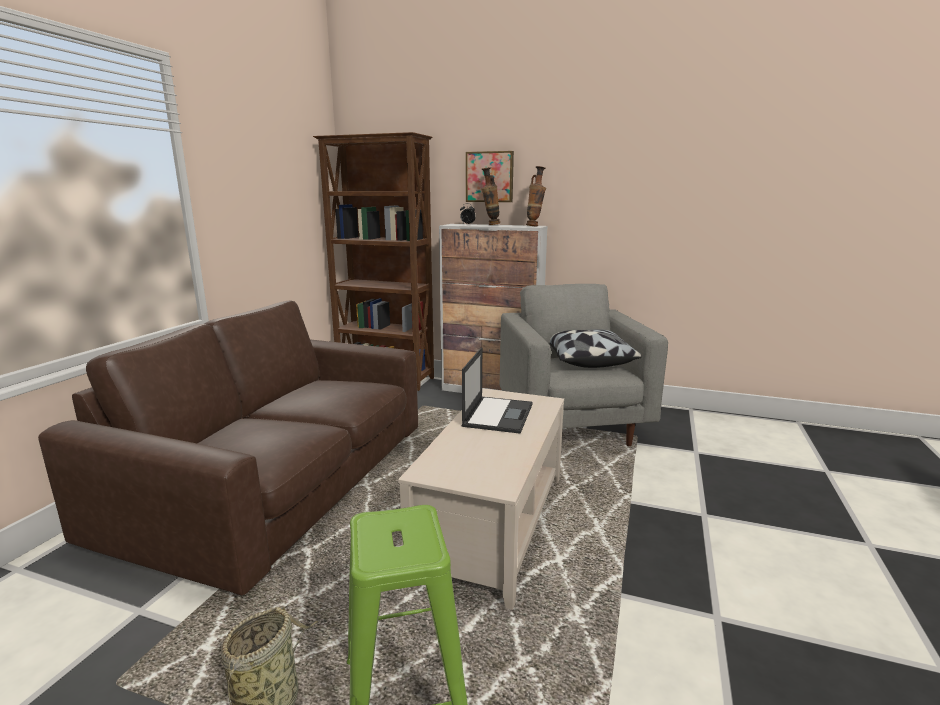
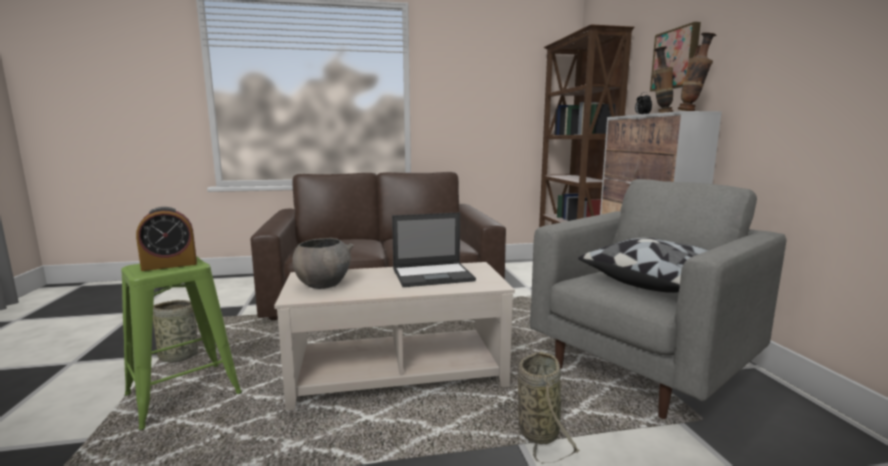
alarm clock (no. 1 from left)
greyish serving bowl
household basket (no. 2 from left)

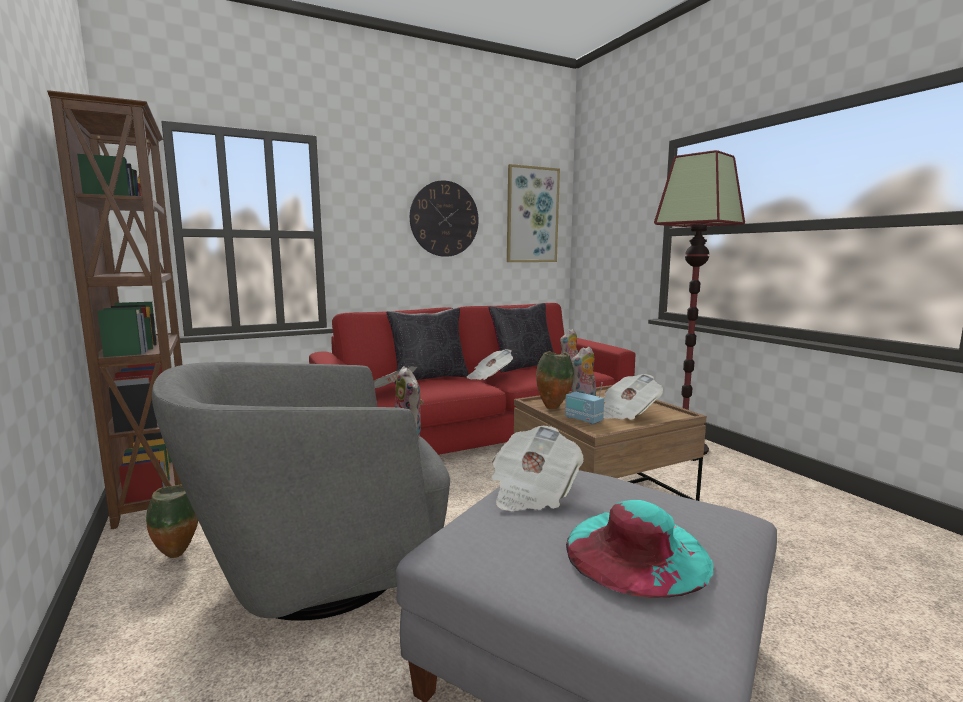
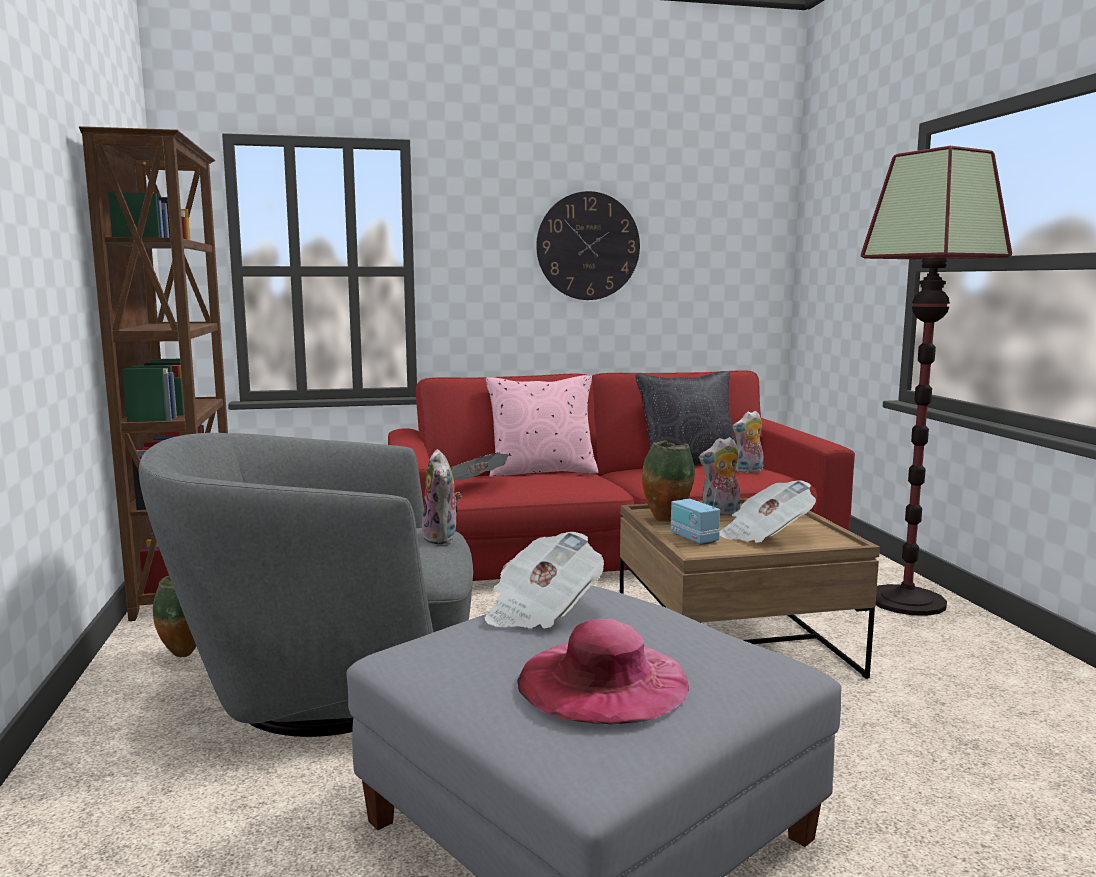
pink pillow
daily paper (no. 2 from left in the first image)
wall picture
pink wearable hat

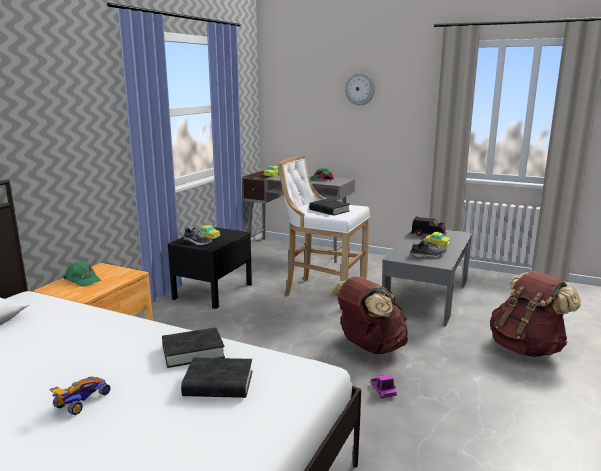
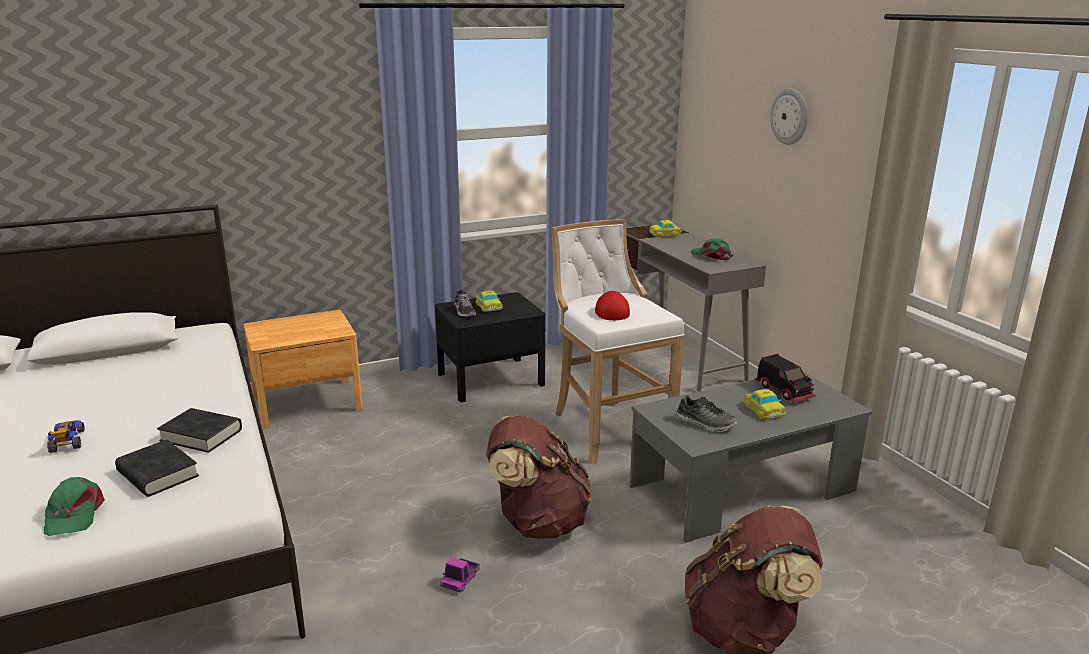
miniature car (no. 1 from left)
green peaked cap (no. 1 from left)
reddish peaked cap

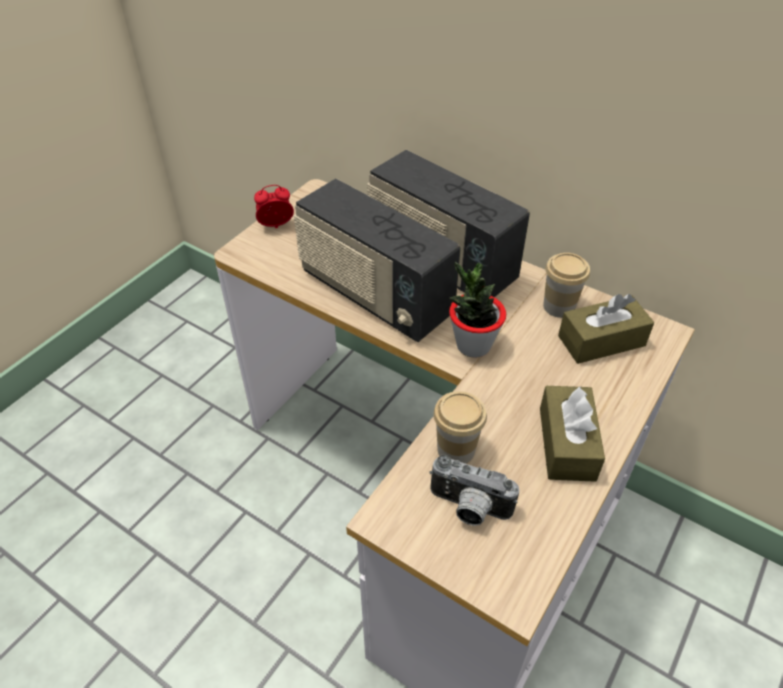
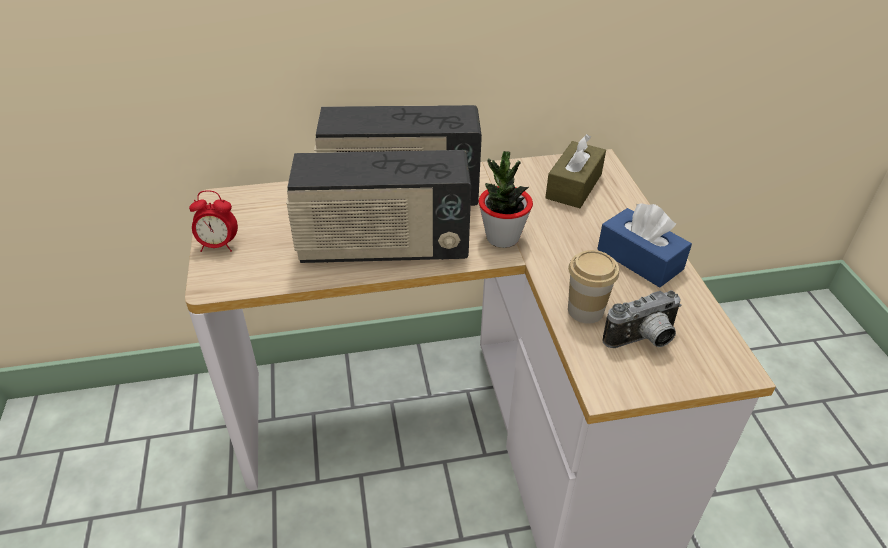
alarm clock
blue-coloured tissue box
drinking cup (no. 2 from left in the first image)

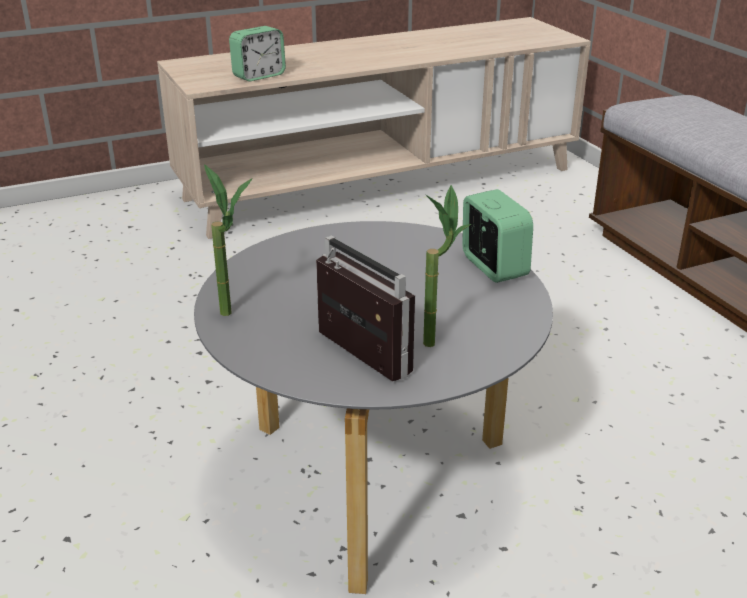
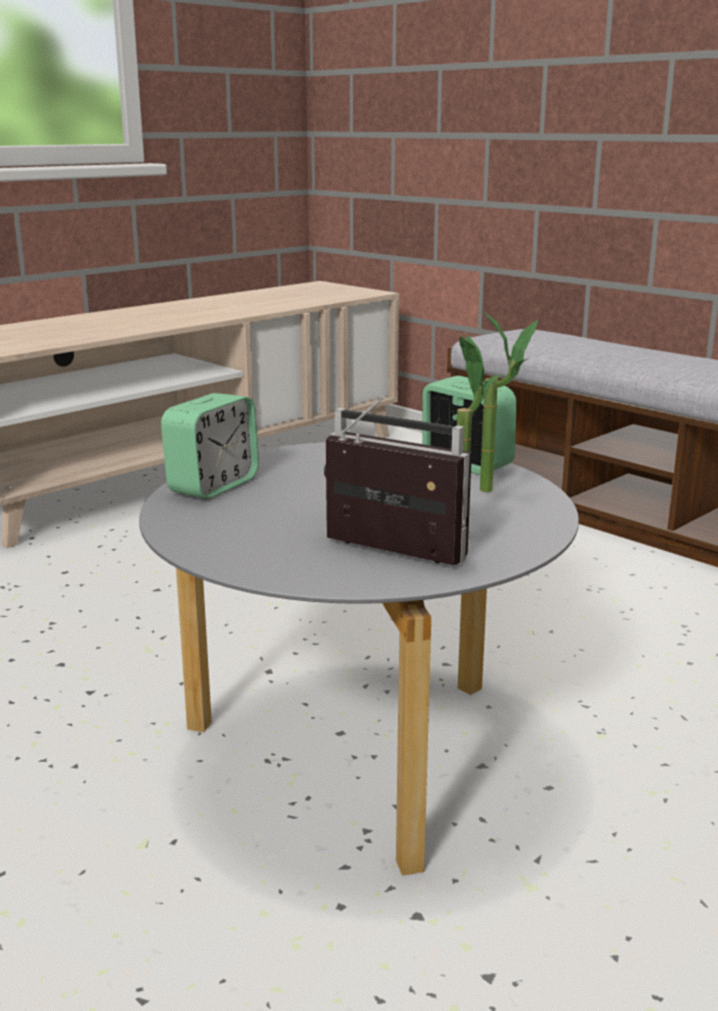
plant in a pot (no. 2 from left)
alarm clock (no. 1 from left)

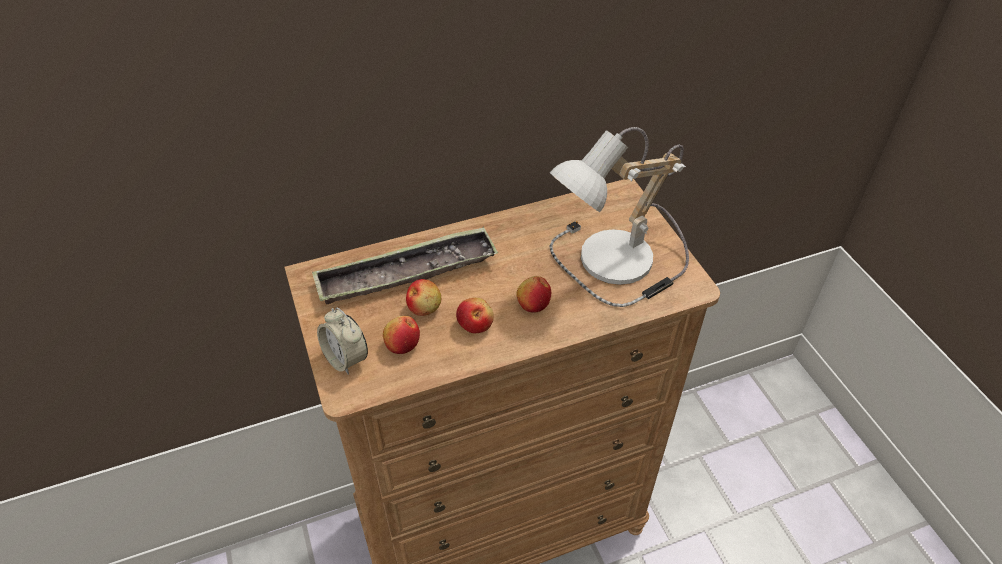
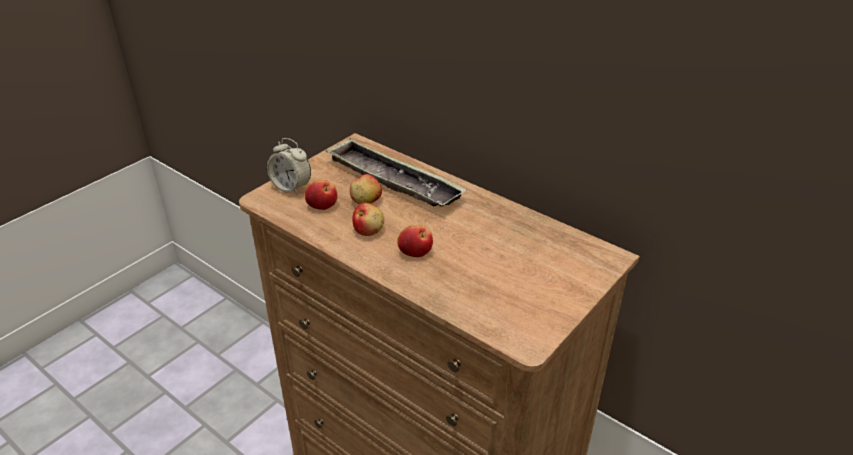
alarm clock
lamp for a table

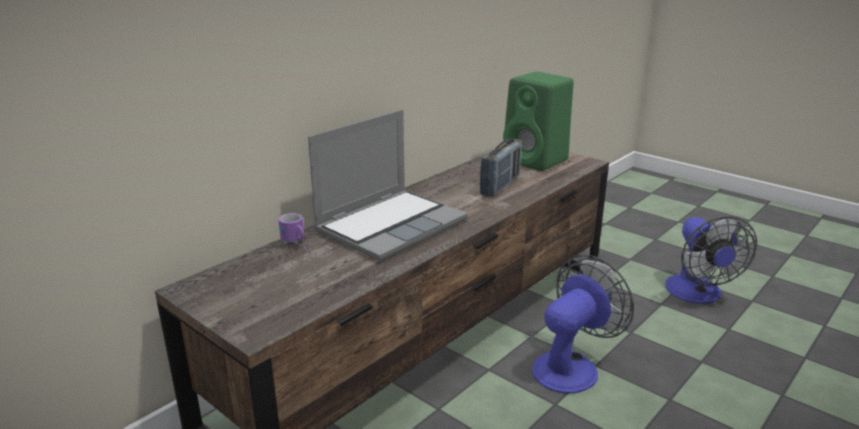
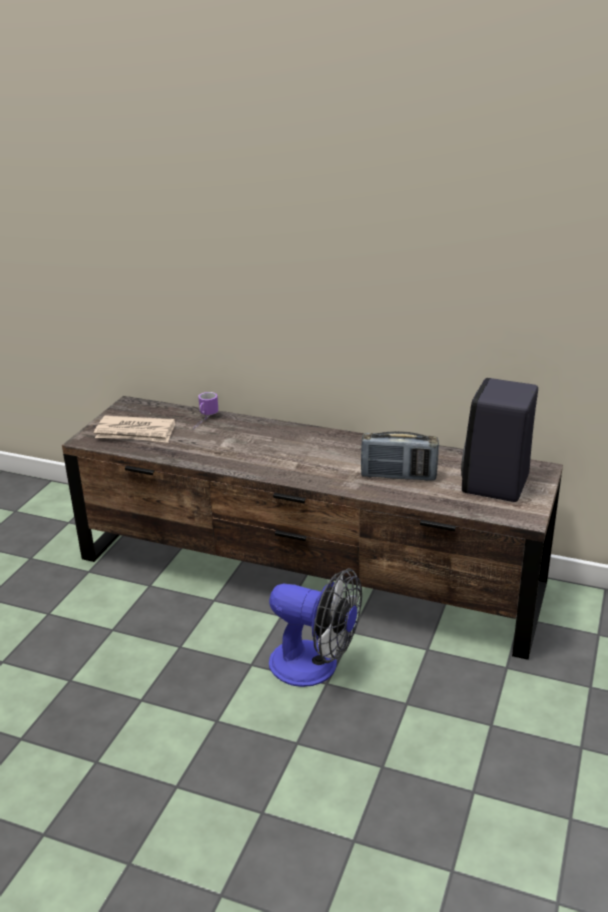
notebook computer
black loudspeaker
fan (no. 2 from left in the first image)
daily paper

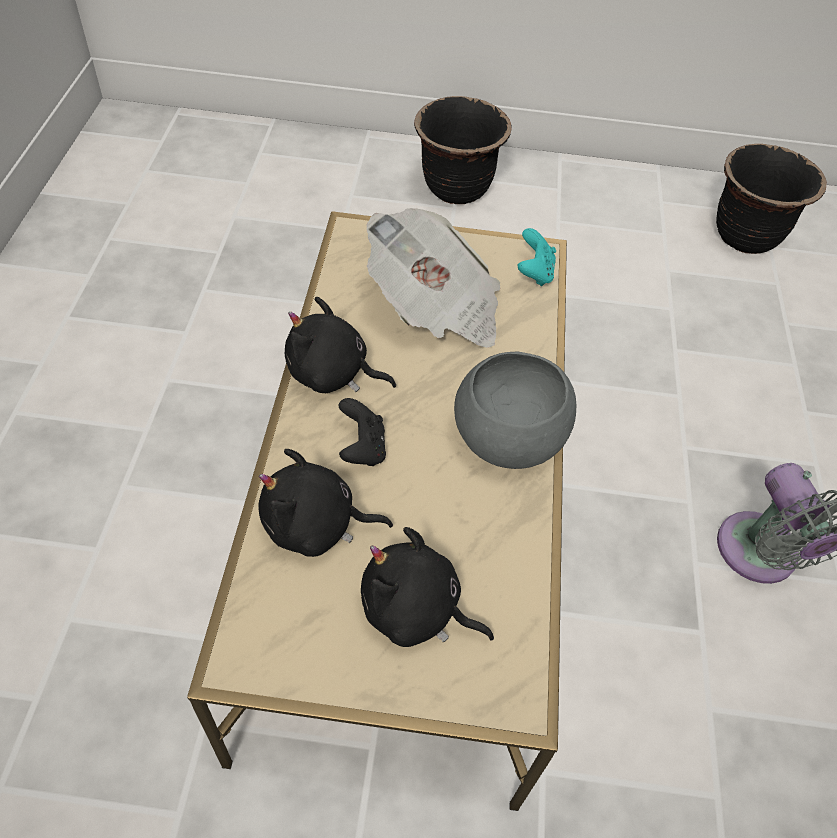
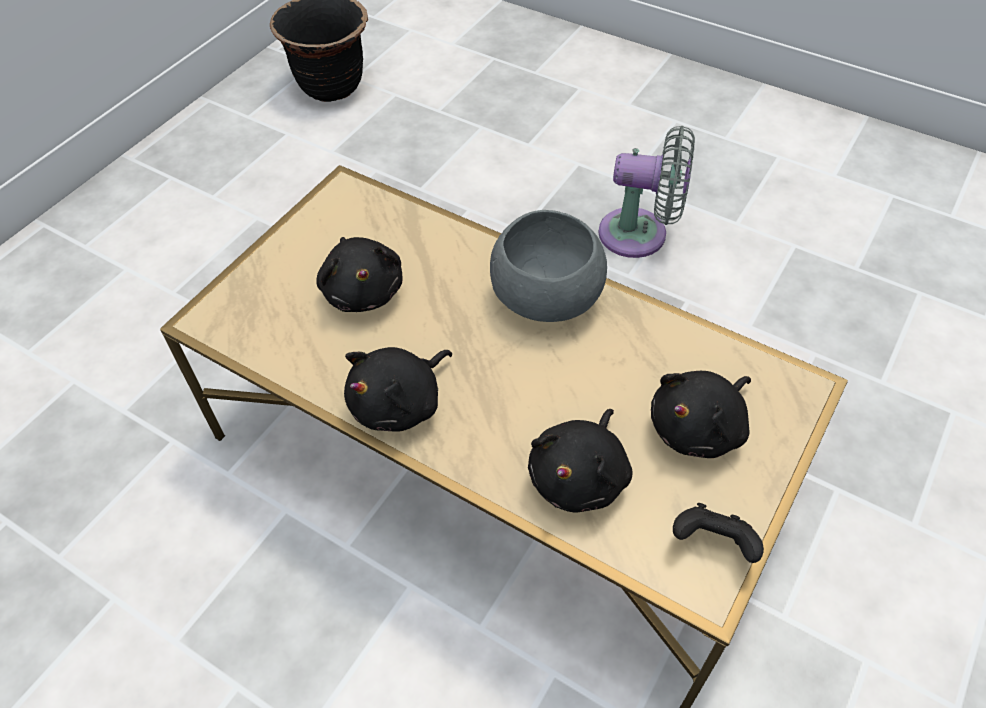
black game controller
black plush toy (no. 1 from left)
black flower pot (no. 1 from left in the first image)
blue-green game controller

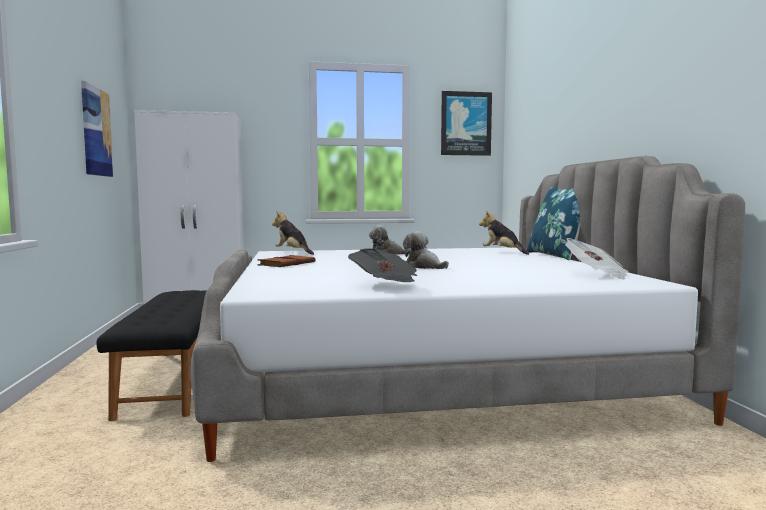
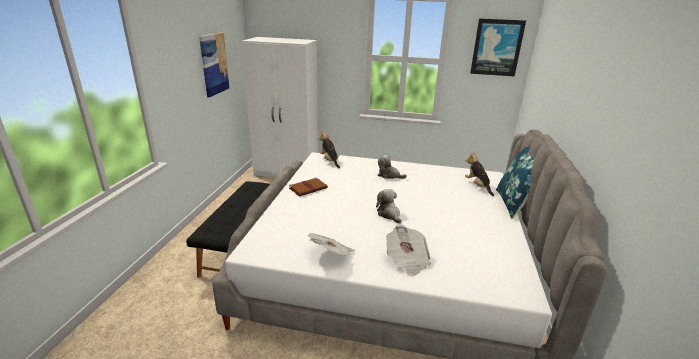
daily paper (no. 2 from left)

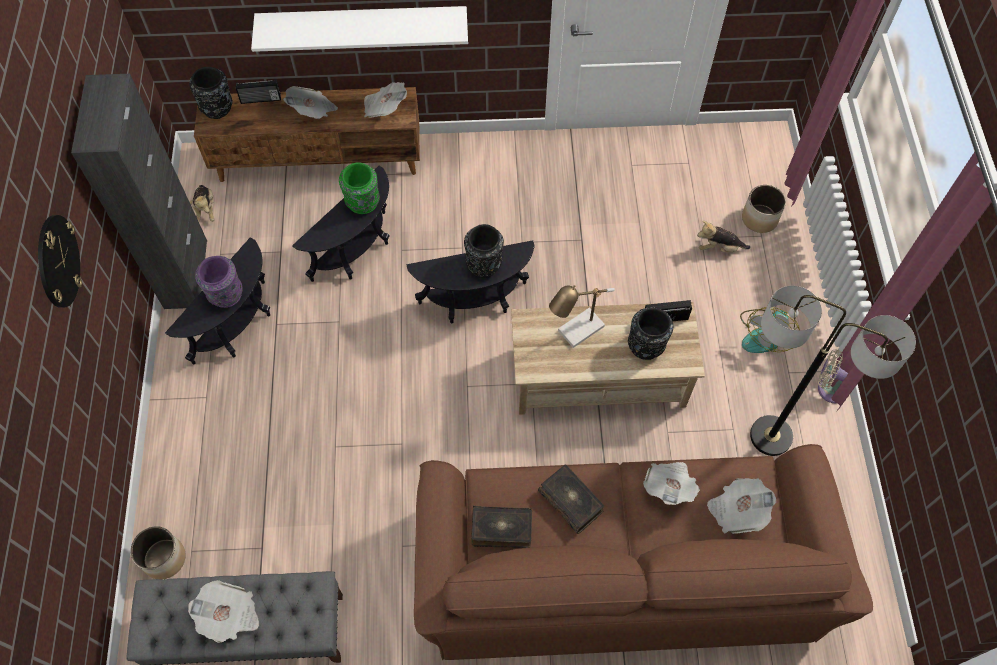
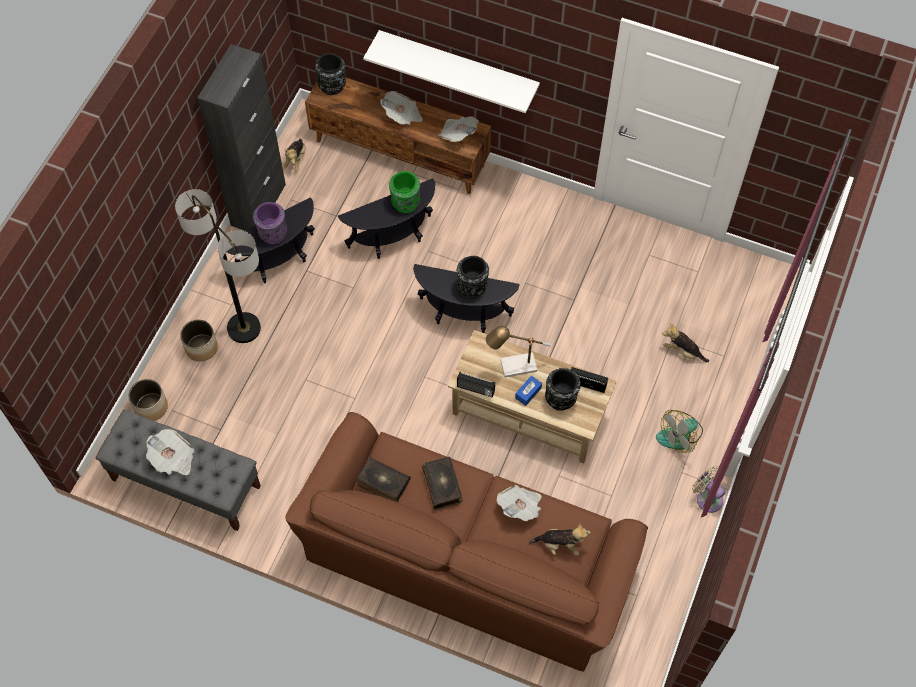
clock on the wall
radio (no. 1 from left)
plush toy (no. 2 from left)
flower pot (no. 2 from left)
floor lamp
blue-coloured tissue box

